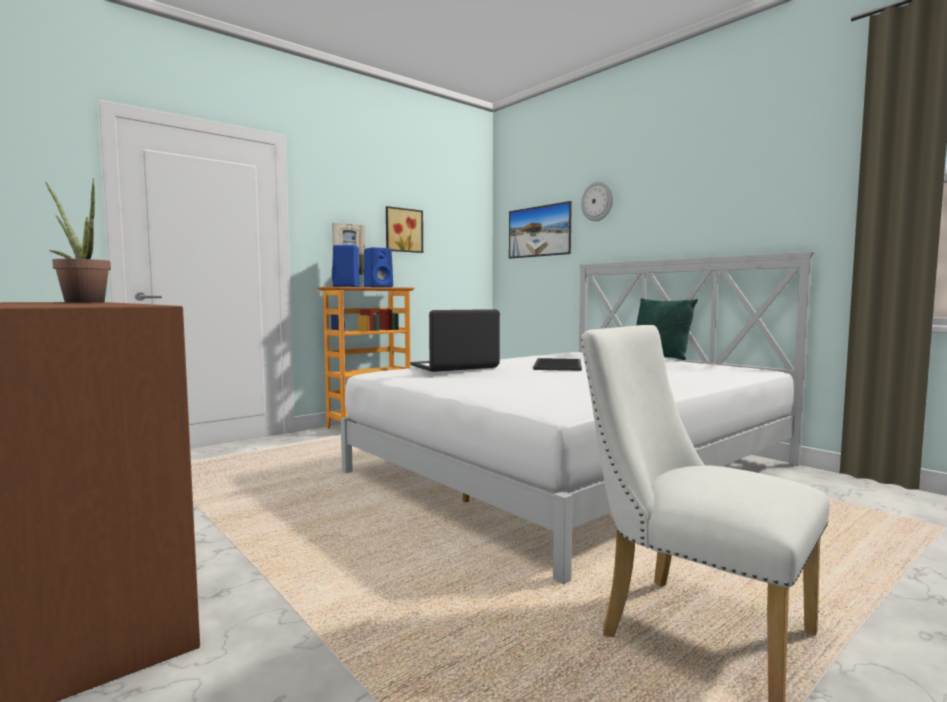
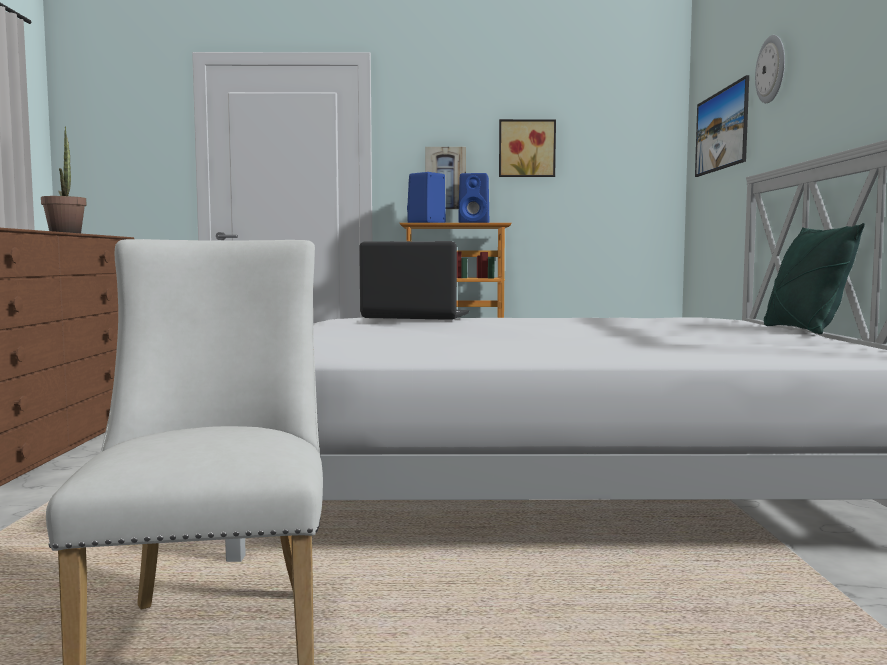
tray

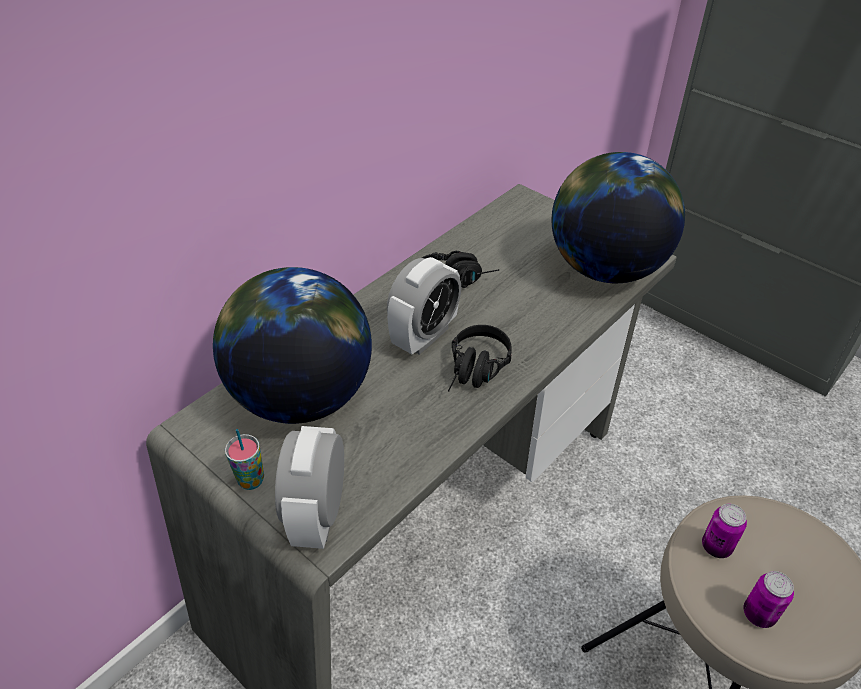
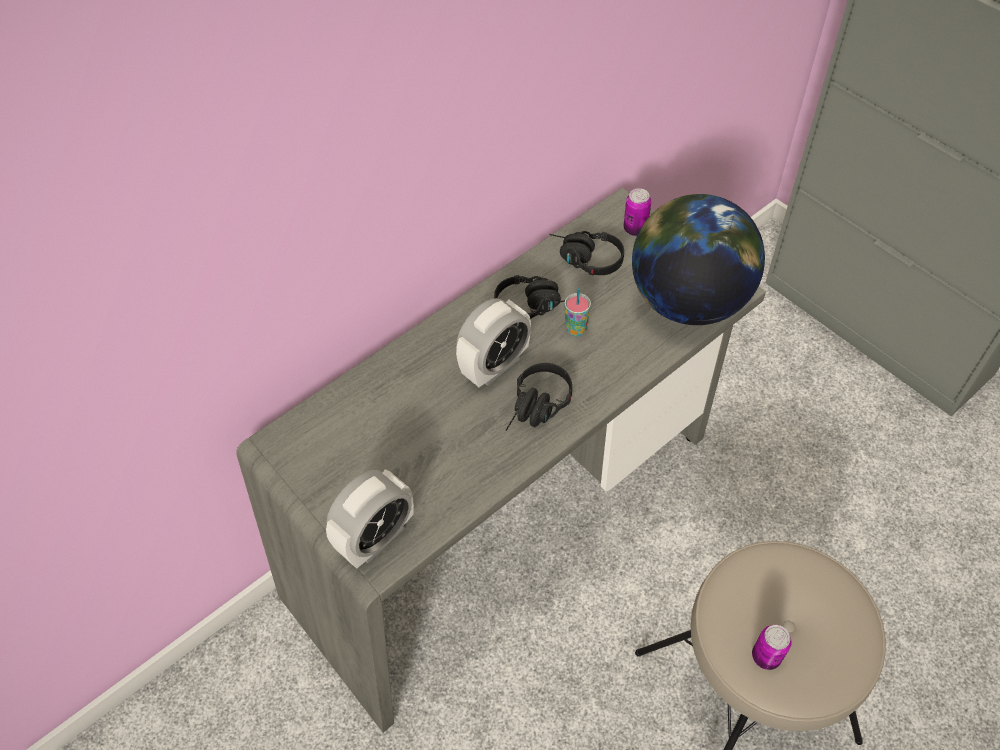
desk globe (no. 1 from left in the first image)
drinking cup
alarm clock (no. 1 from left)
metal can (no. 1 from left)
black headset (no. 3 from left)

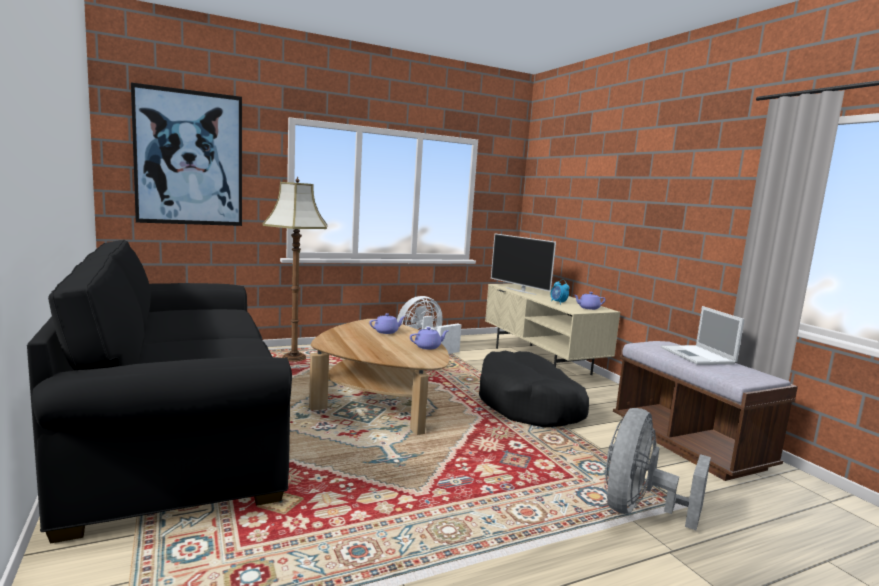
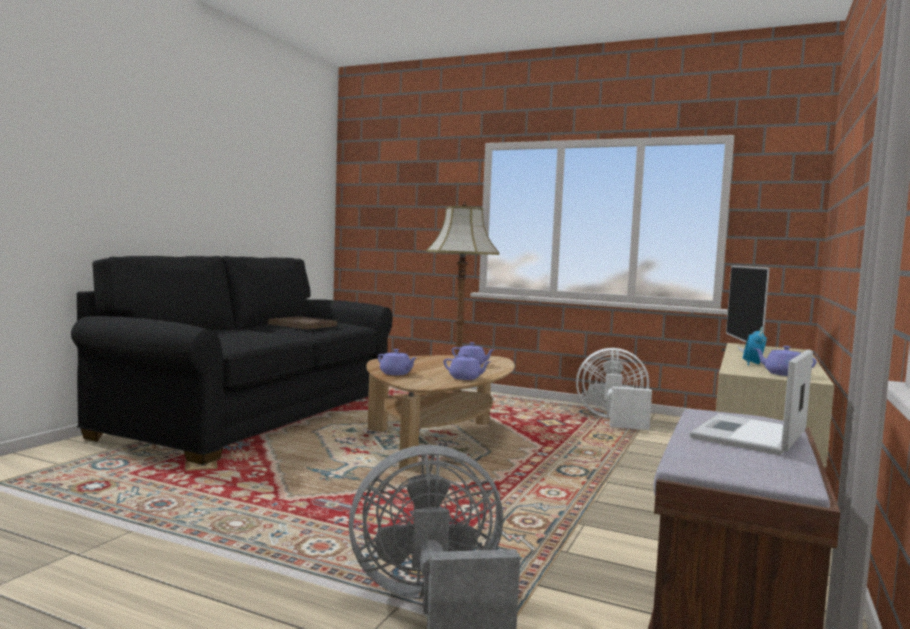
wall picture
black dog cushion
brownish tray
purplish teapot (no. 1 from left)

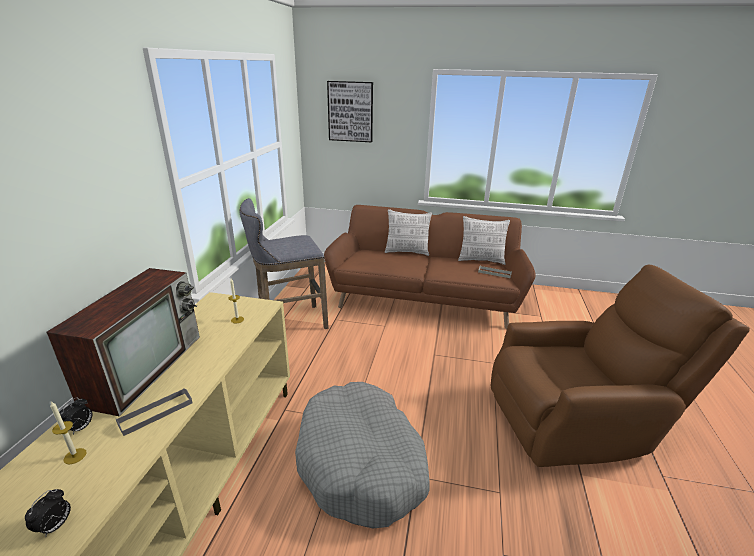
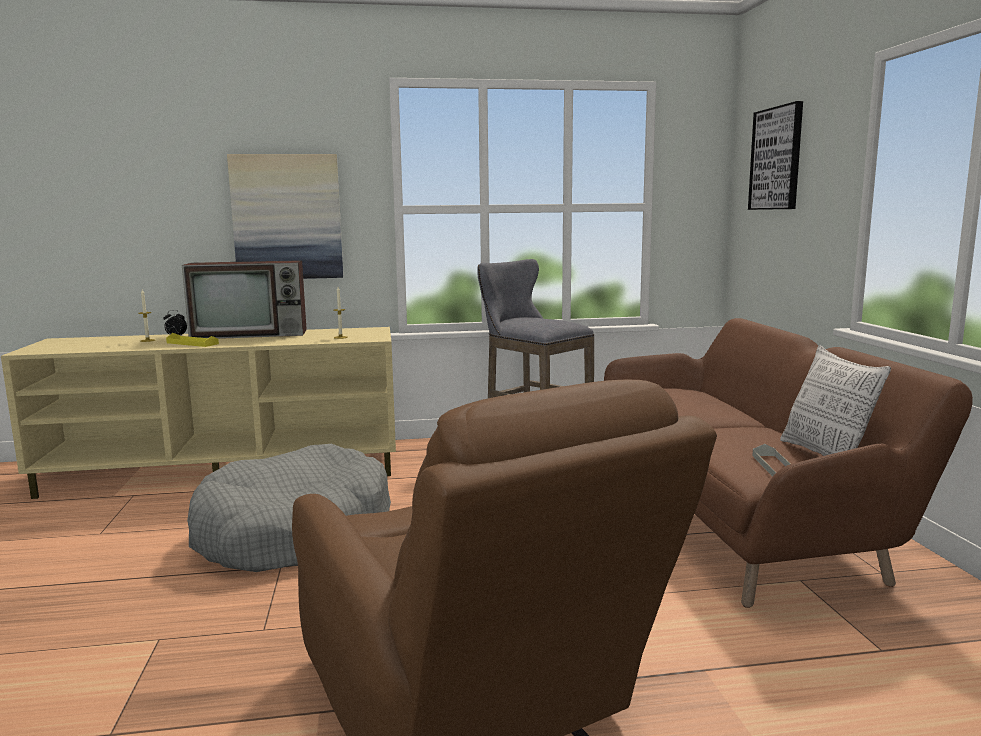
alarm clock (no. 1 from left in the first image)
yellowish tray
pillow (no. 1 from left in the first image)
wall picture (no. 1 from left)

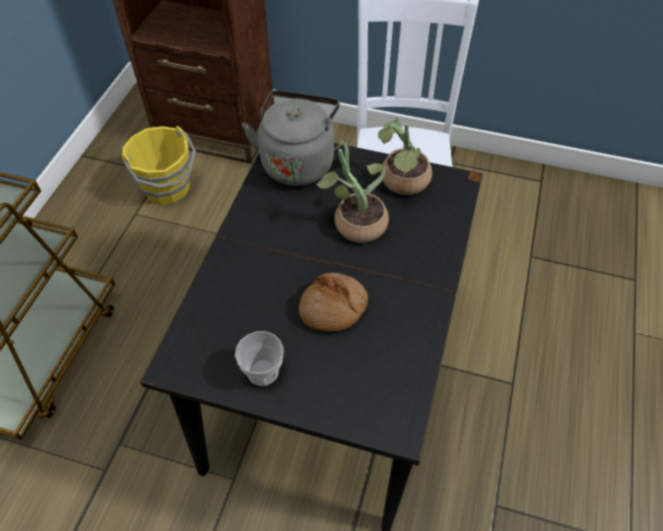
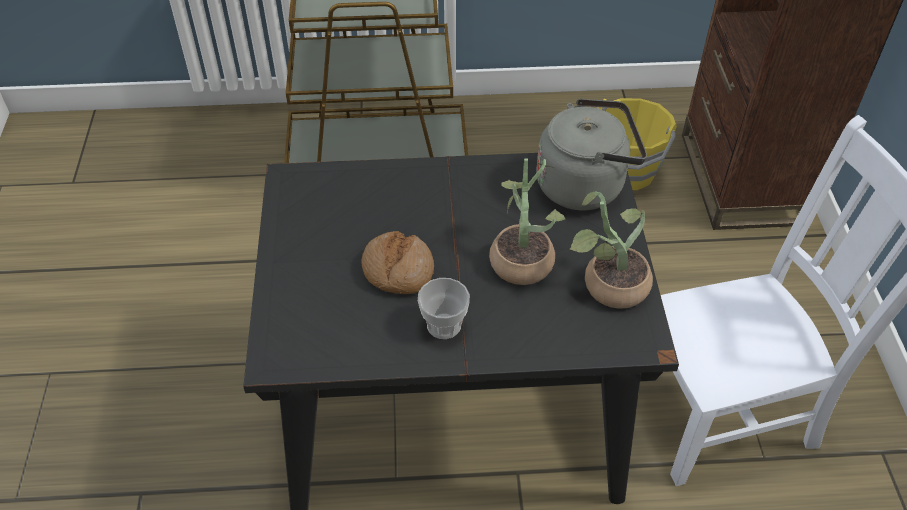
drinking cup

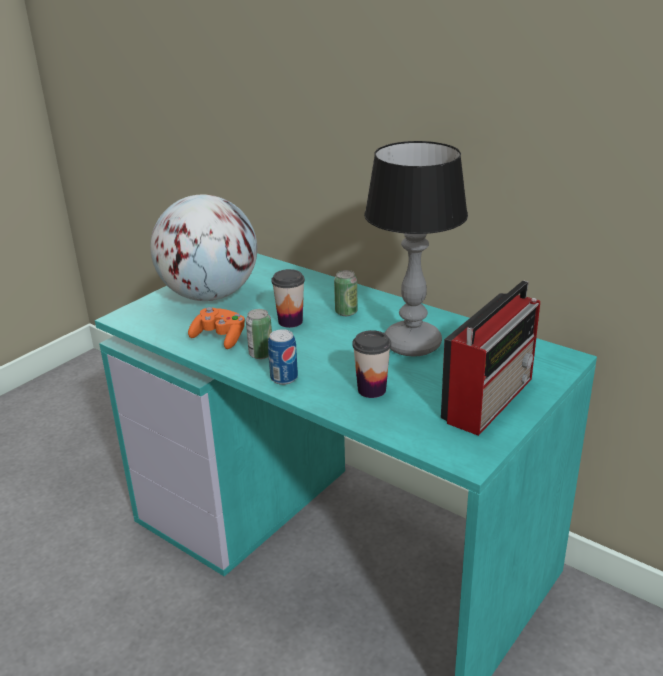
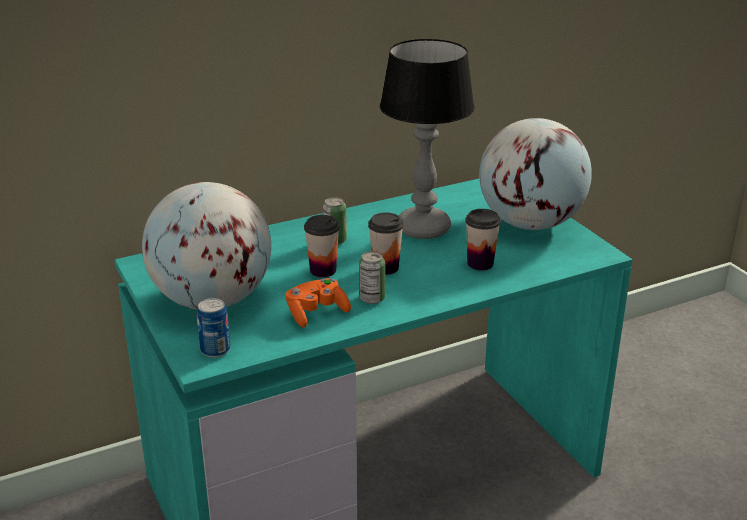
metal can (no. 1 from left)
desk globe (no. 2 from left)
drinking cup (no. 2 from left)

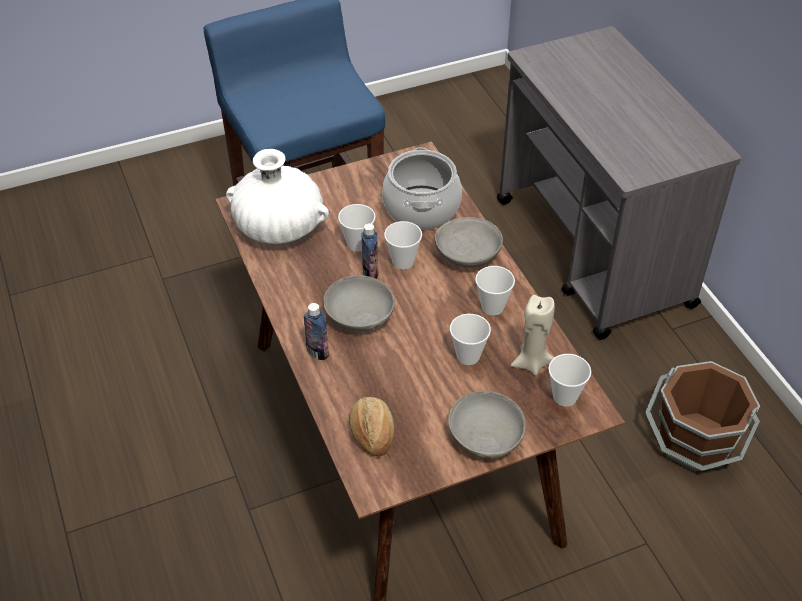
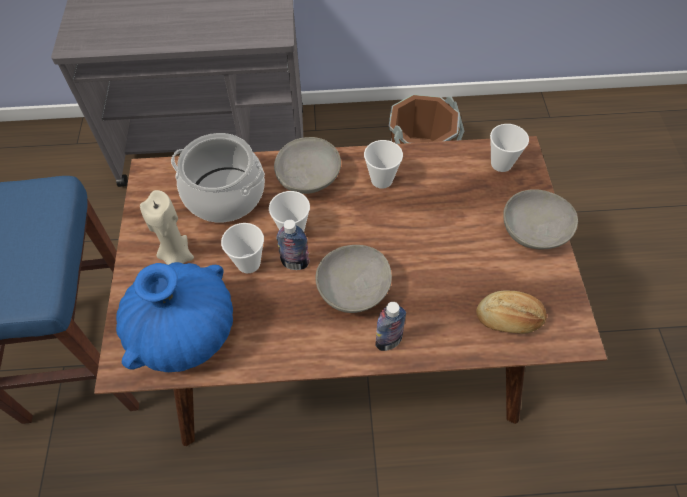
blue-coloured vase
drinking cup (no. 3 from left in the first image)
beige-coloured wax light

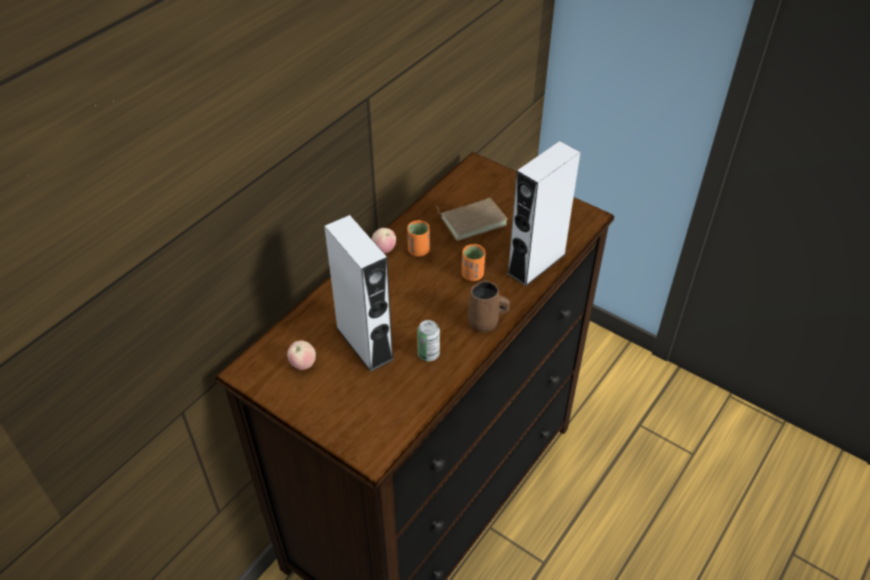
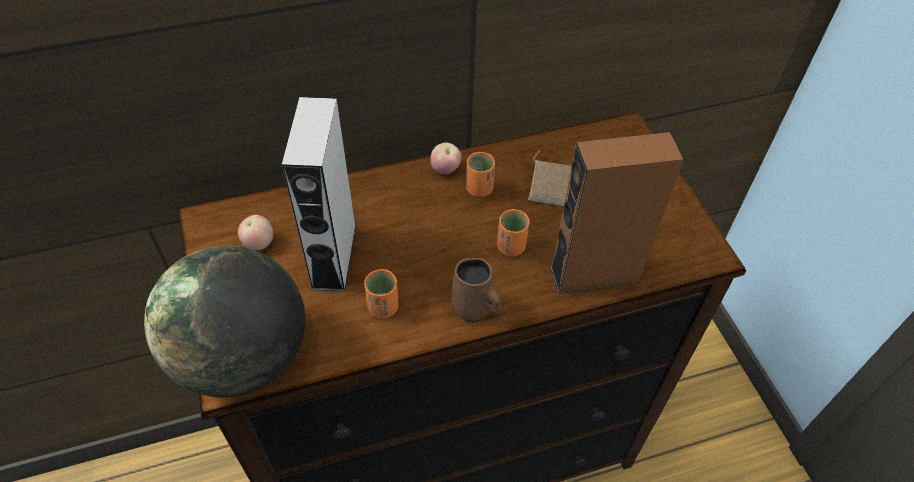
orange drinking cup (no. 1 from left)
brownish loudspeaker
desk globe

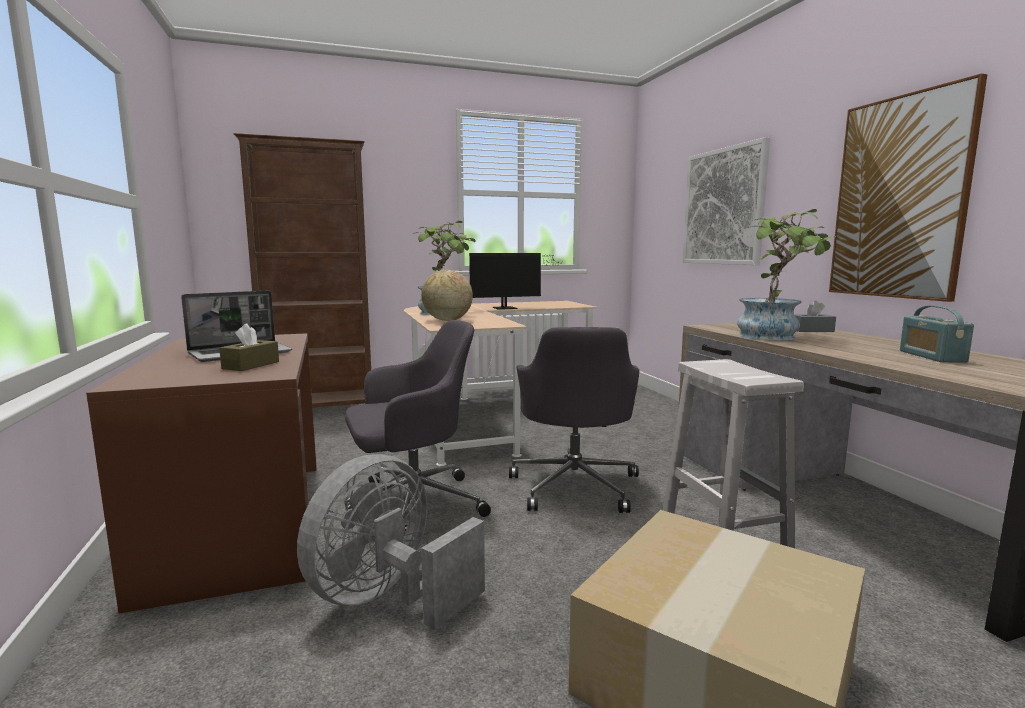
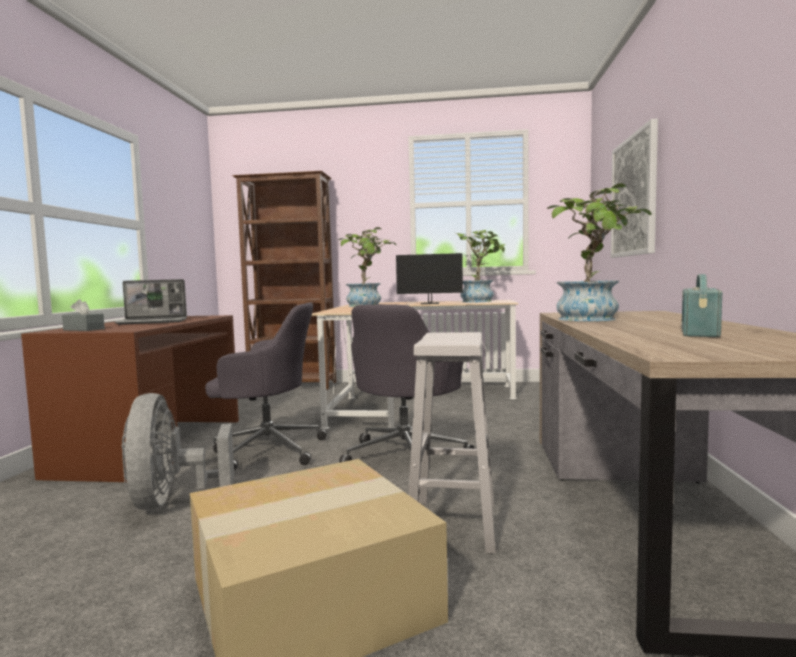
brownish tissue box
greyish fan
desk globe
greyish tissue box
wall picture (no. 2 from left in the first image)
plant in a pot (no. 2 from left)

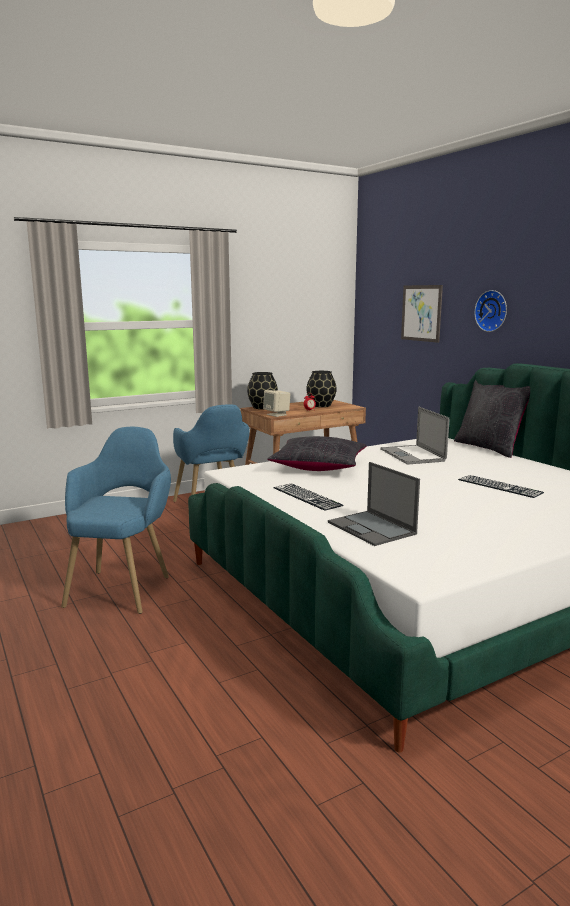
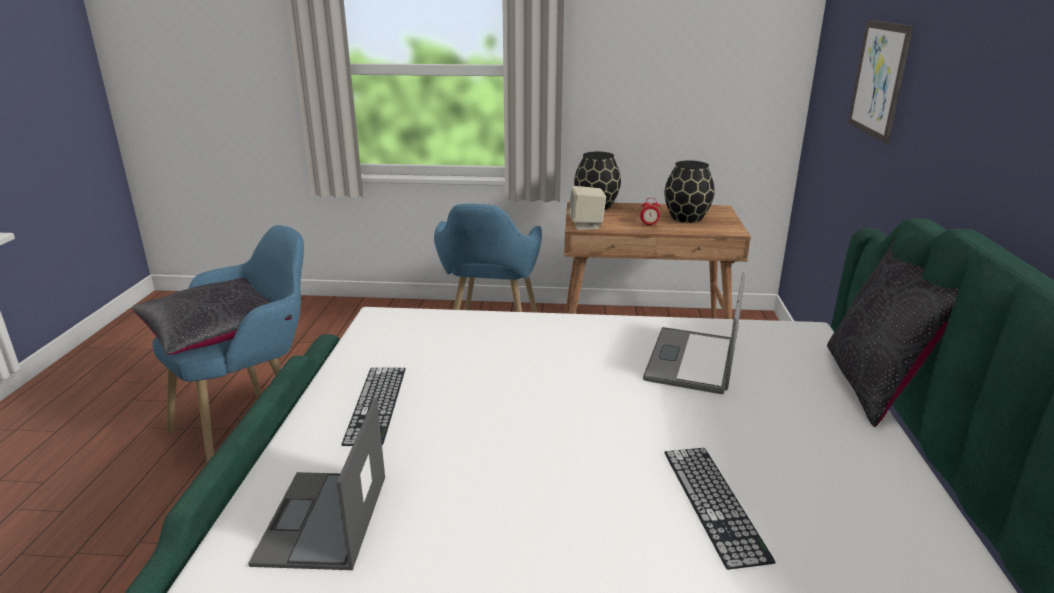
black pillow (no. 1 from left)
clock on the wall

